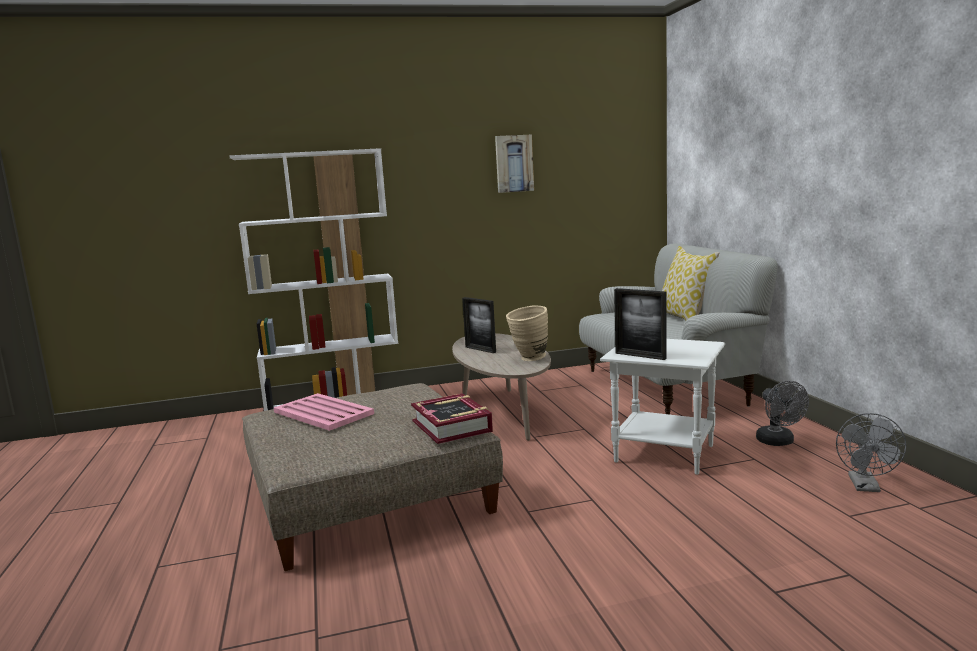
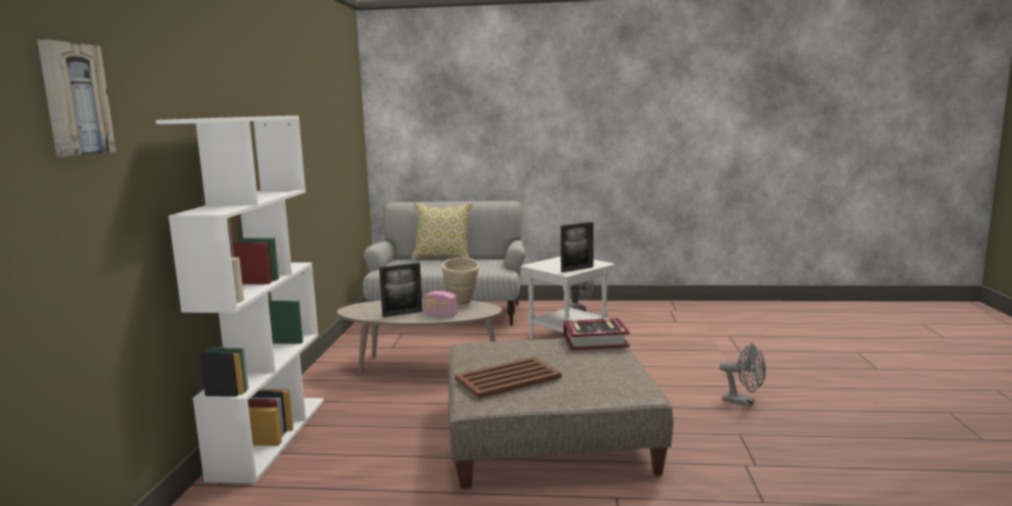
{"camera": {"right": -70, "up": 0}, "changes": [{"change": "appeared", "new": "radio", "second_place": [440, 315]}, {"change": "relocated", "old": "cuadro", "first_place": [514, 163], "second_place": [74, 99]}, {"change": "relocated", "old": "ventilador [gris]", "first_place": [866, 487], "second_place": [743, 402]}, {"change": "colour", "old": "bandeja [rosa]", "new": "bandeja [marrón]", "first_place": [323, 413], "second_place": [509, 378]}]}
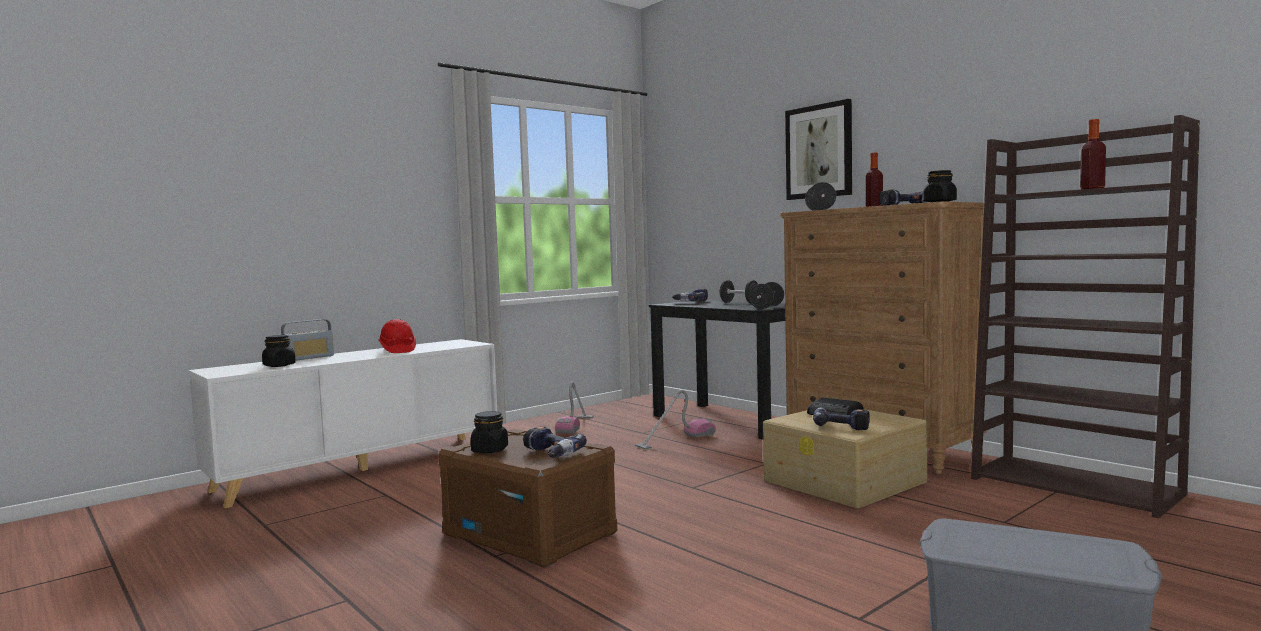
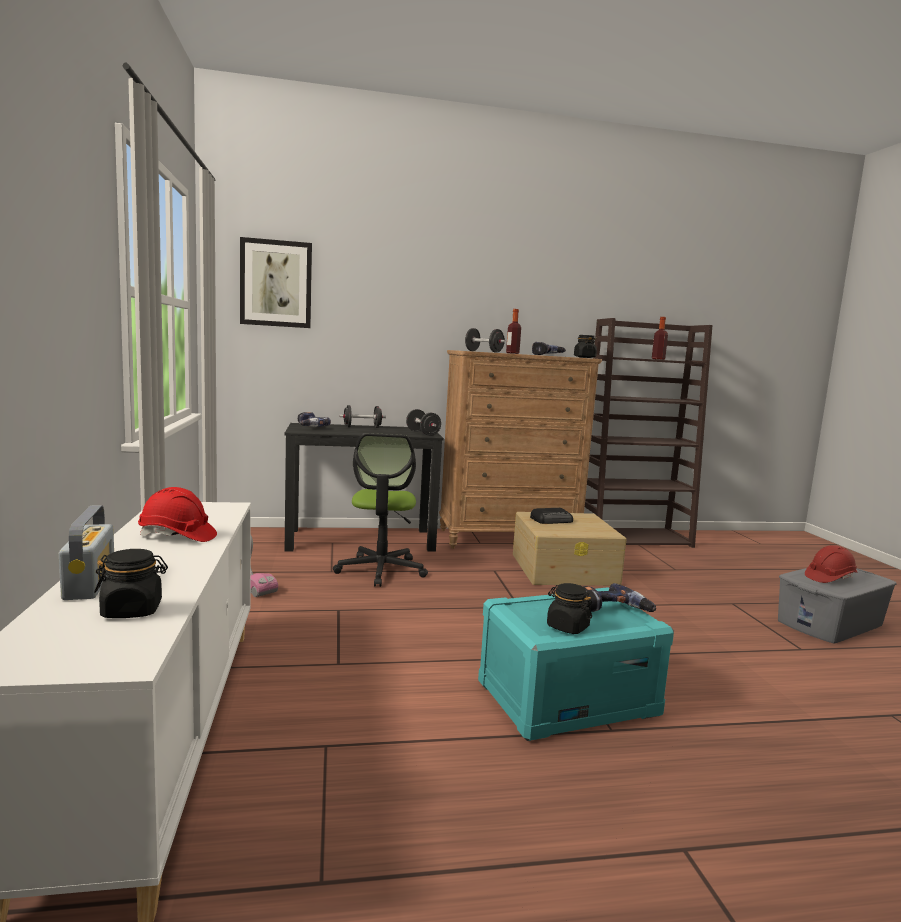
{"camera": {"right": -60, "up": 5}, "changes": [{"change": "missing", "old": "taladro", "first_place": [841, 425]}, {"change": "appeared", "new": "casco [rojo]", "second_place": [829, 578]}, {"change": "relocated", "old": "cuadro", "first_place": [819, 151], "second_place": [276, 283]}, {"change": "exchanged", "old": "aspiradora", "new": "silla de oficina", "first_place": [676, 440], "second_place": [381, 570]}, {"change": "colour", "old": "caja de almacenaje [marrón]", "new": "caja de almacenaje [turquesa]", "first_place": [531, 534], "second_place": [567, 698]}]}
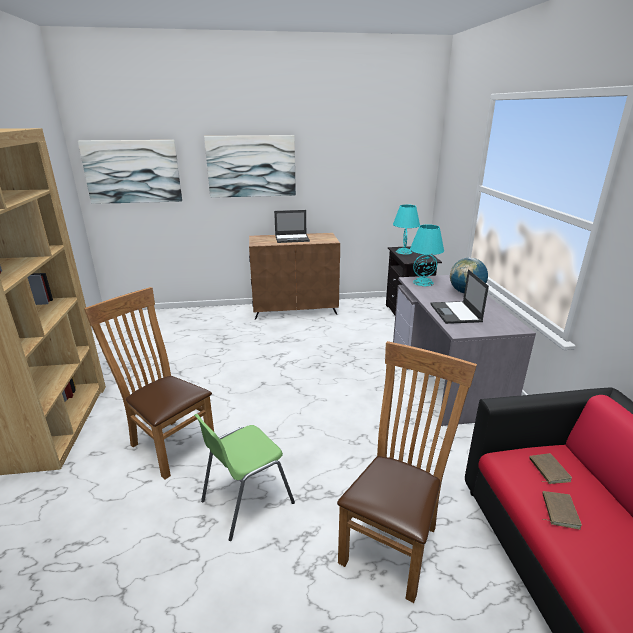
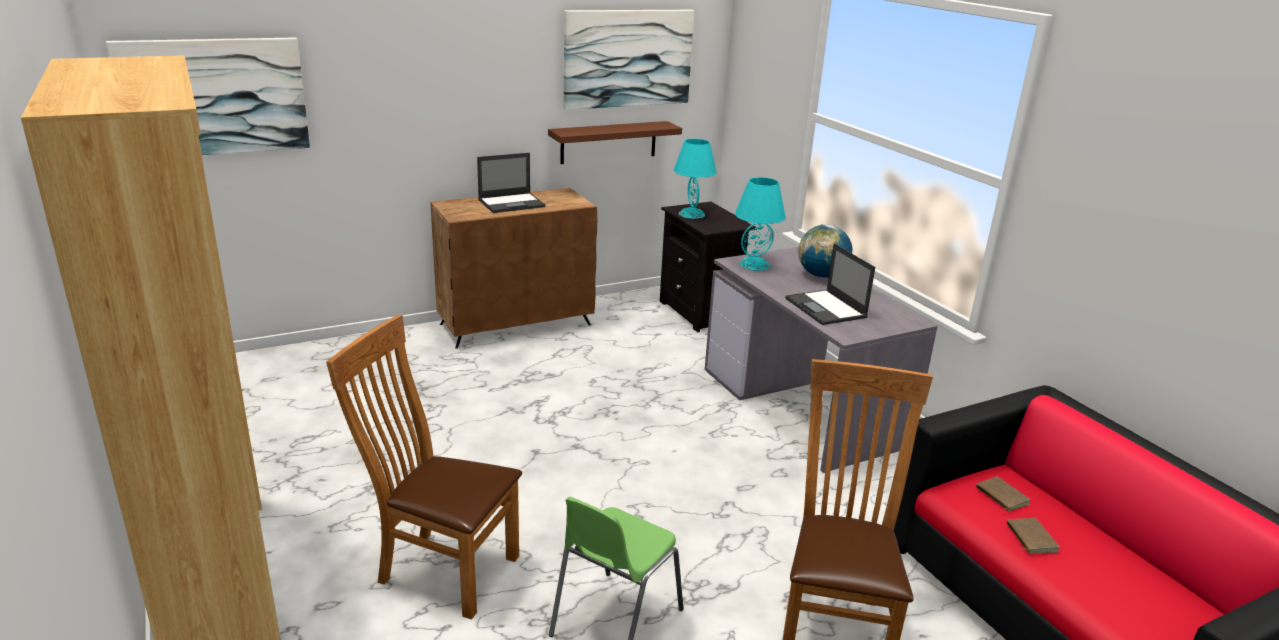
{"camera": {"right": -20, "up": 0}, "changes": [{"change": "appeared", "new": "estante [marrón]", "second_place": [608, 142]}, {"change": "relocated", "old": "cuadro", "first_place": [251, 166], "second_place": [628, 58]}]}
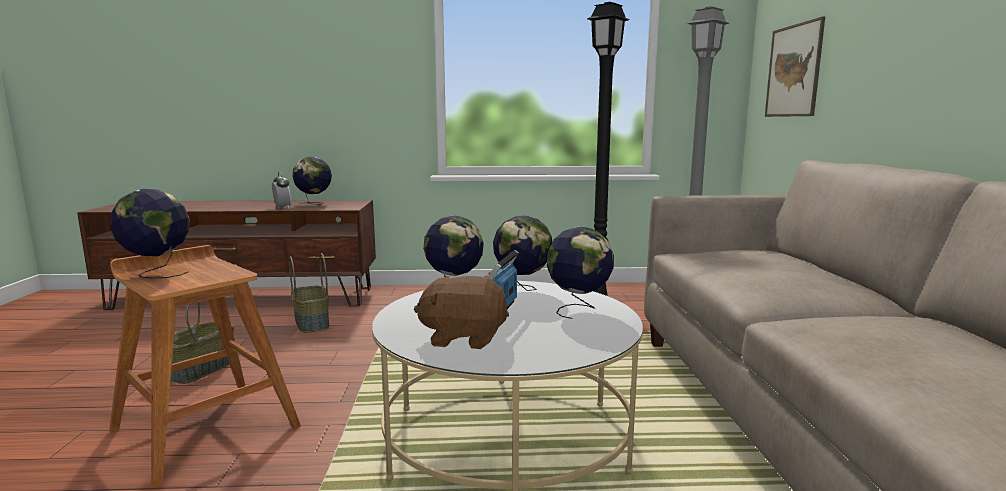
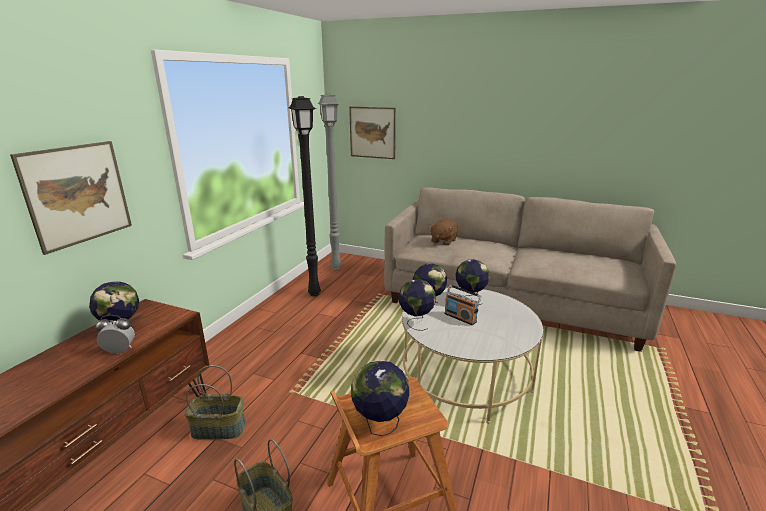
{"camera": {"right": -65, "up": 10}, "changes": [{"change": "appeared", "new": "cuadro", "second_place": [78, 194]}, {"change": "relocated", "old": "peluche [marrón]", "first_place": [464, 338], "second_place": [443, 241]}]}
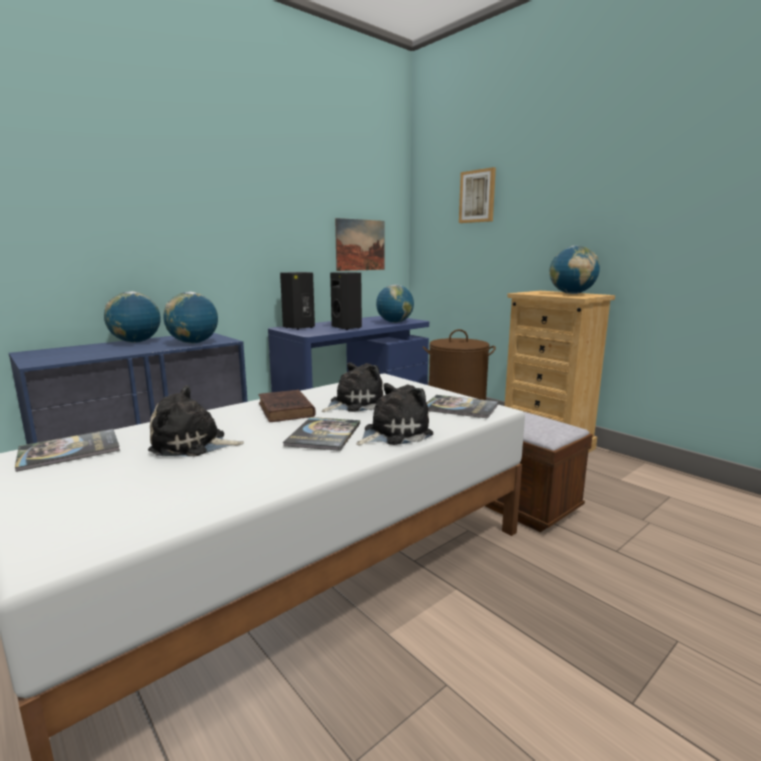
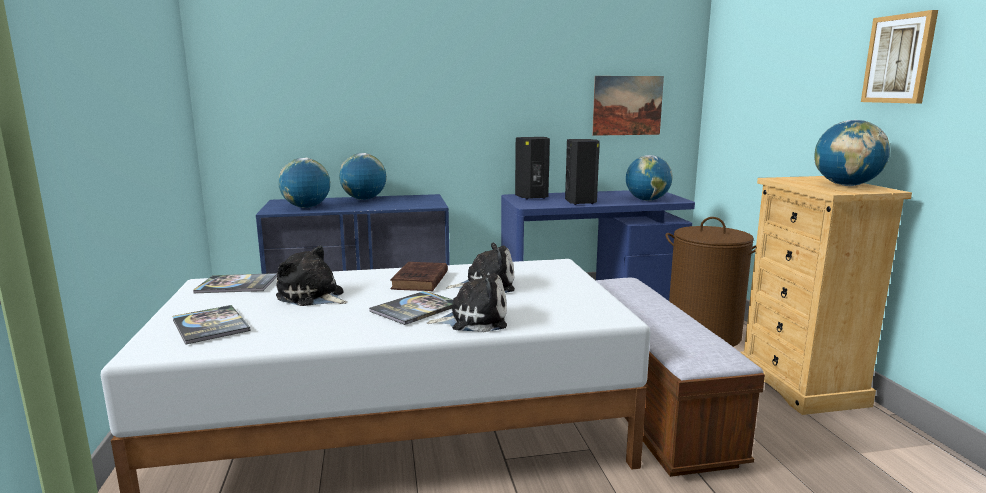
{"camera": {"right": 30, "up": 0}, "changes": [{"change": "relocated", "old": "globo terráqueo", "first_place": [193, 343], "second_place": [306, 207]}, {"change": "relocated", "old": "libro", "first_place": [460, 407], "second_place": [210, 325]}, {"change": "relocated", "old": "cuadro", "first_place": [477, 196], "second_place": [899, 59]}]}
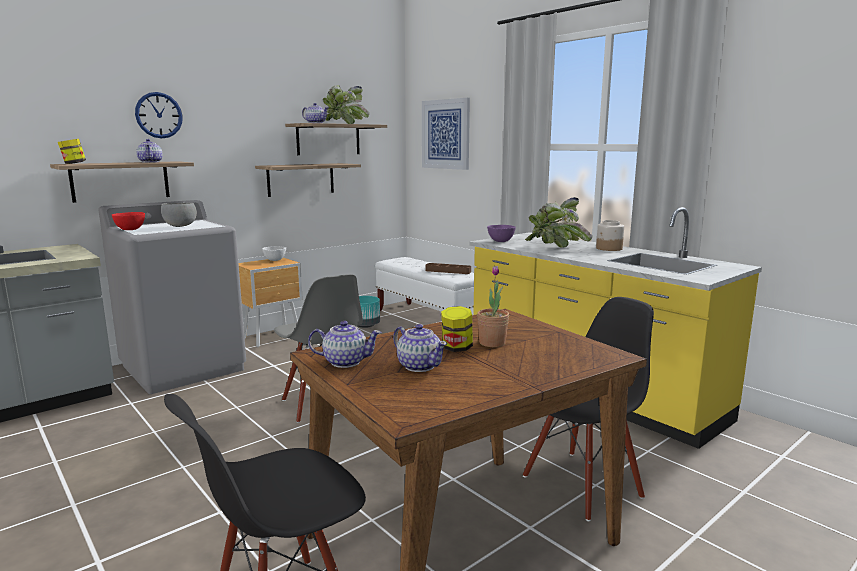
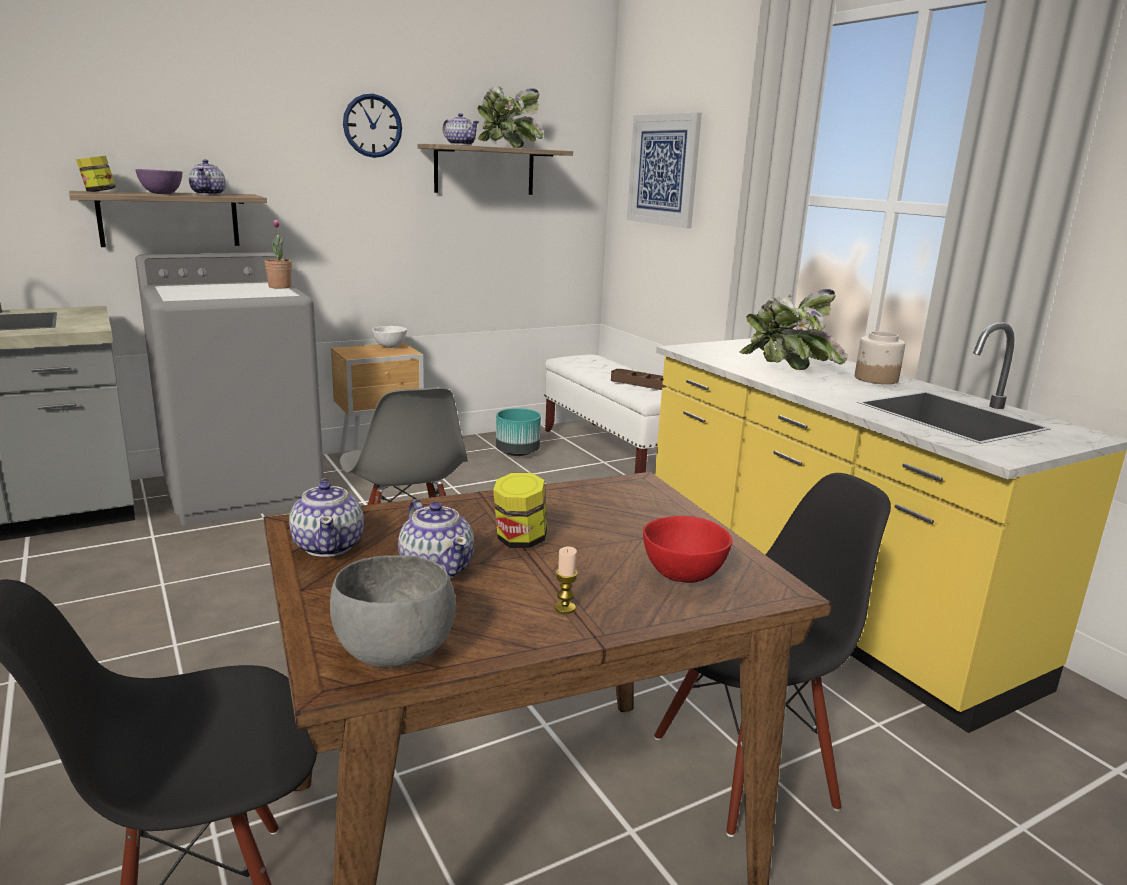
{"camera": {"right": 10, "up": 5}, "changes": [{"change": "missing", "old": "estante", "first_place": [301, 179]}, {"change": "appeared", "new": "vela", "second_place": [565, 608]}, {"change": "relocated", "old": "cuenco [rojo]", "first_place": [130, 230], "second_place": [684, 577]}, {"change": "relocated", "old": "reloj de pared", "first_place": [159, 115], "second_place": [372, 126]}, {"change": "relocated", "old": "cuenco [gris]", "first_place": [179, 226], "second_place": [392, 653]}, {"change": "relocated", "old": "planta en maceta", "first_place": [492, 343], "second_place": [280, 287]}, {"change": "relocated", "old": "cuenco [morado]", "first_place": [500, 241], "second_place": [160, 194]}, {"change": "spun", "old": "tetera", "first_place": [345, 362], "second_place": [329, 545], "degrees": 60}]}
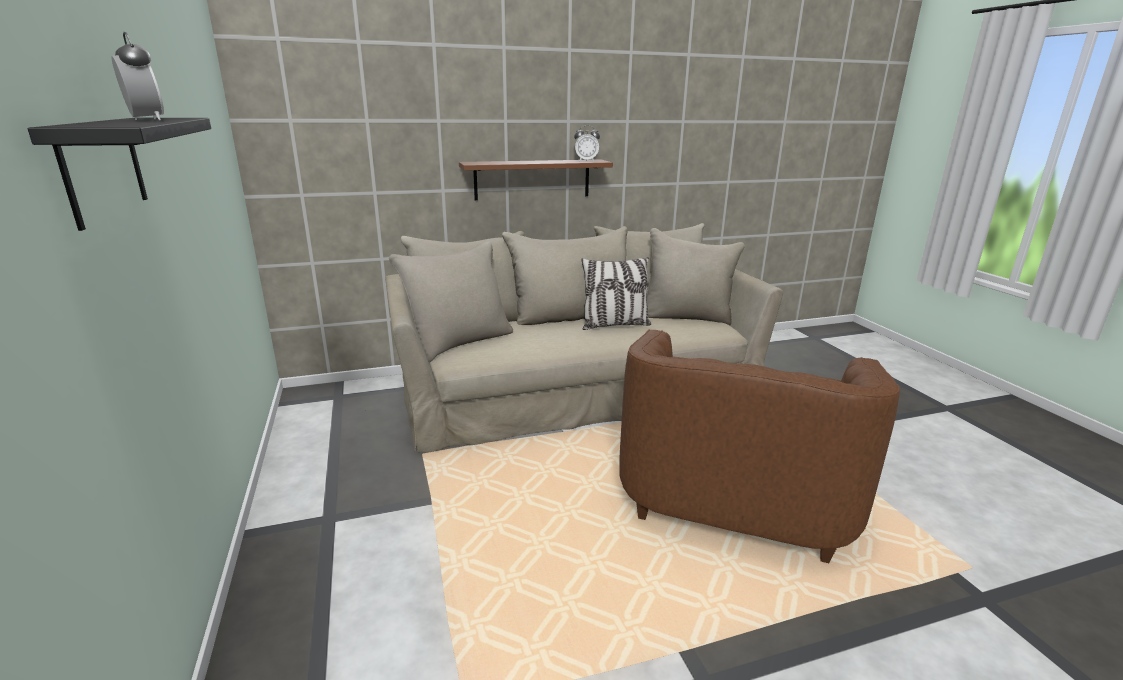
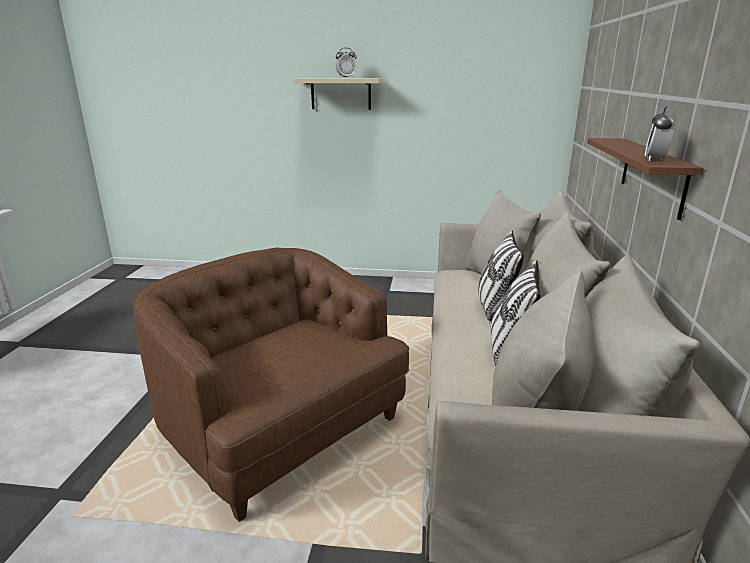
{"camera": {"right": 115, "up": 0}, "changes": [{"change": "appeared", "new": "cojín", "second_place": [494, 307]}, {"change": "colour", "old": "estante [negro]", "new": "estante [beis]", "first_place": [103, 168], "second_place": [341, 93]}]}
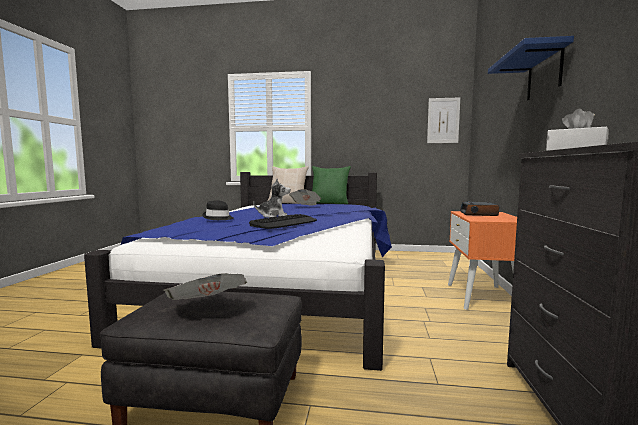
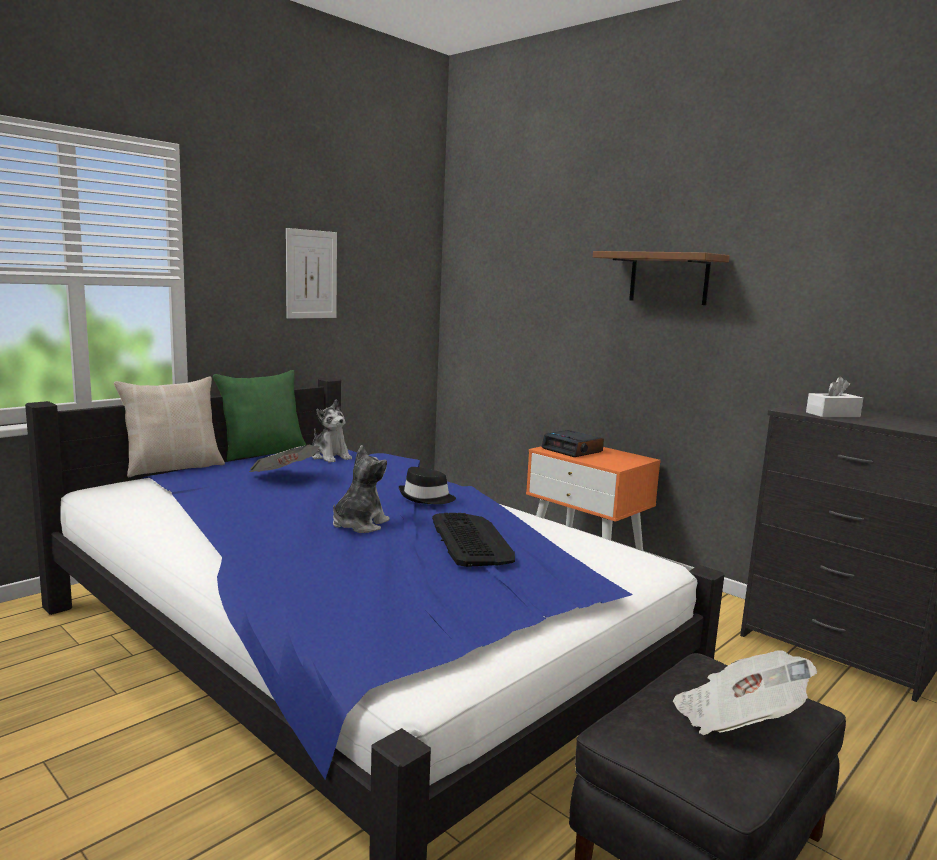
{"camera": {"right": -55, "up": 5}, "changes": [{"change": "appeared", "new": "peluche", "second_place": [330, 457]}, {"change": "relocated", "old": "sombrero [negro]", "first_place": [218, 218], "second_place": [426, 498]}, {"change": "relocated", "old": "cuadro", "first_place": [443, 120], "second_place": [311, 274]}, {"change": "colour", "old": "estante [azul]", "new": "estante [marrón]", "first_place": [544, 73], "second_place": [669, 278]}]}
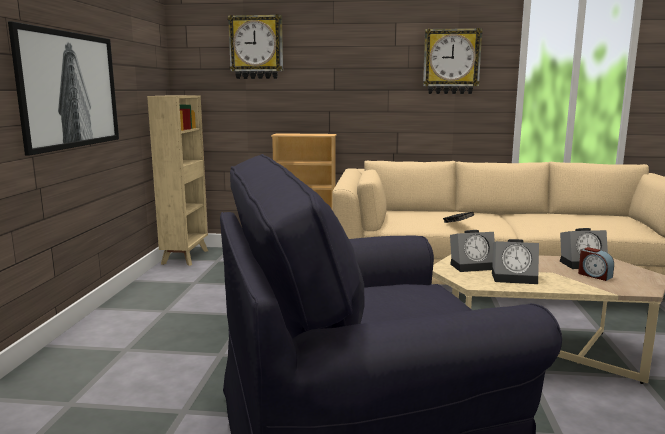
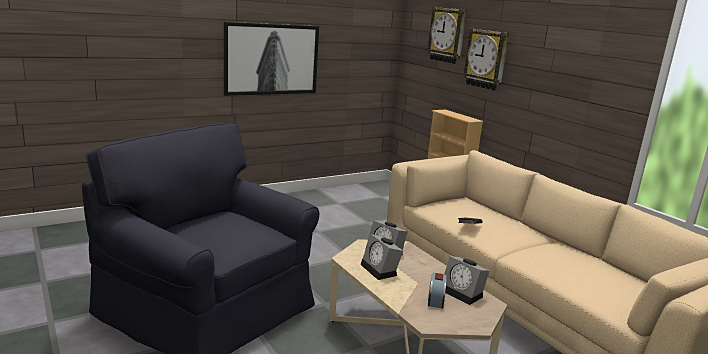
{"camera": {"right": 50, "up": 5}, "changes": [{"change": "missing", "old": "estantería [beis]", "first_place": [186, 257]}, {"change": "relocated", "old": "reloj de pared", "first_place": [451, 61], "second_place": [486, 59]}]}
